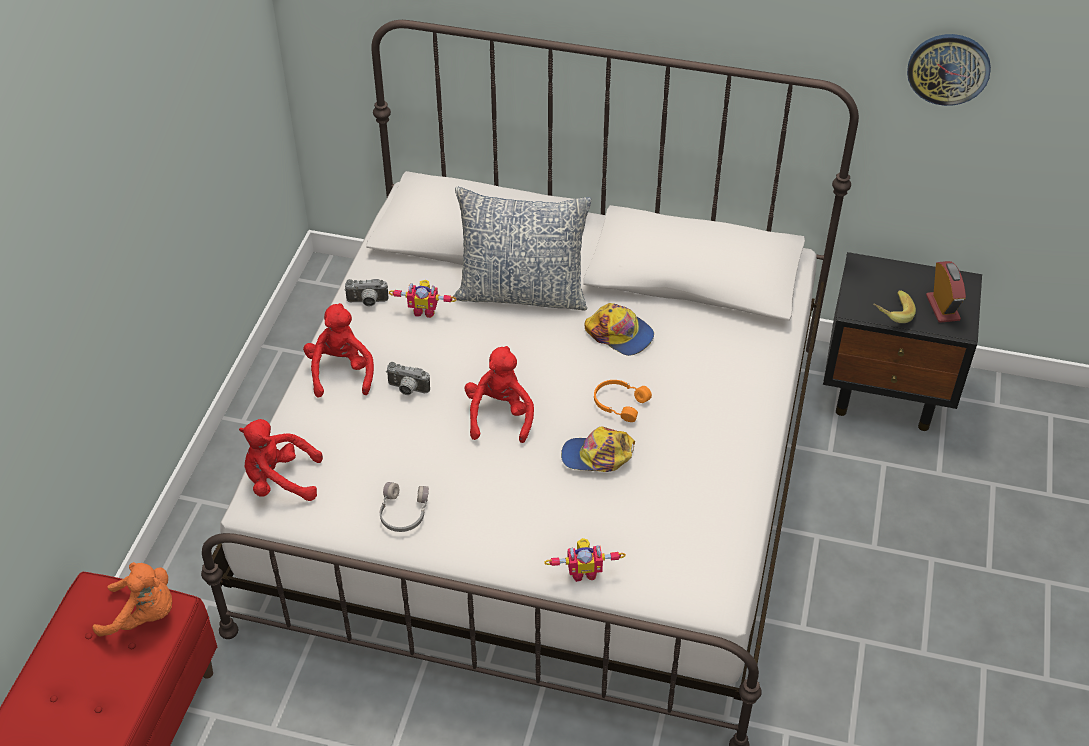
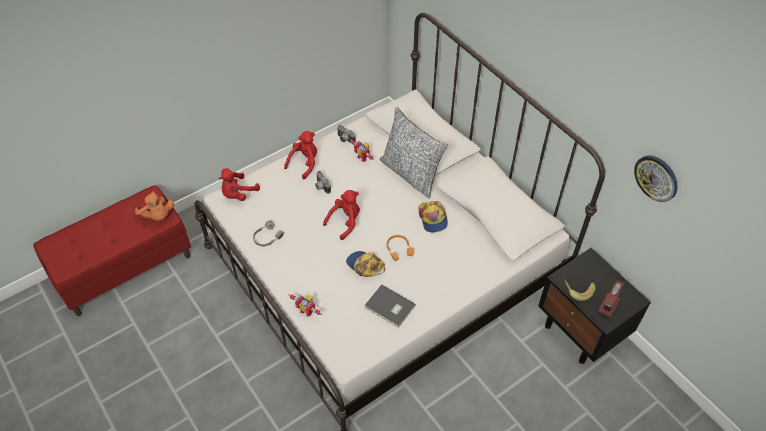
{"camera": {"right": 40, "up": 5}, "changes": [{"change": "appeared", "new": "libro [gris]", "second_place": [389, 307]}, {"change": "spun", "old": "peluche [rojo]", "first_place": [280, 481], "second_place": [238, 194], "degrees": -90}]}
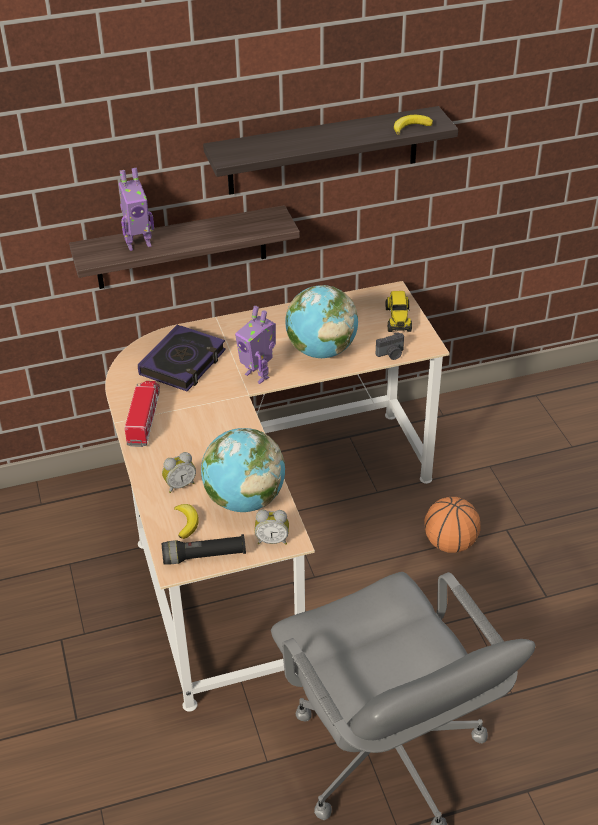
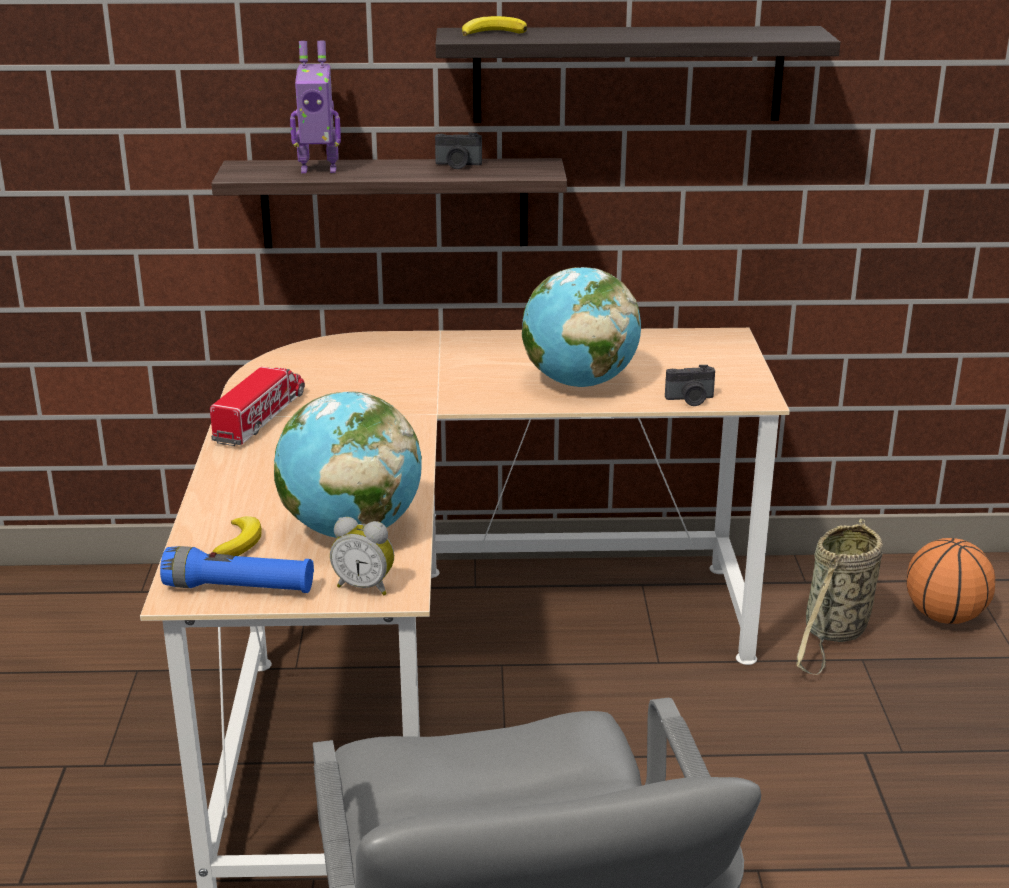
{"camera": {"right": 15, "up": -15}, "changes": [{"change": "missing", "old": "libro", "first_place": [183, 363]}, {"change": "missing", "old": "despertador", "first_place": [179, 485]}, {"change": "missing", "old": "robot de juguete", "first_place": [258, 375]}, {"change": "missing", "old": "camión de juguete", "first_place": [398, 319]}, {"change": "appeared", "new": "cámara", "second_place": [458, 165]}, {"change": "appeared", "new": "cesta", "second_place": [834, 632]}, {"change": "relocated", "old": "plátano", "first_place": [411, 127], "second_place": [493, 32]}, {"change": "relocated", "old": "balón de baloncesto", "first_place": [450, 543], "second_place": [944, 616]}, {"change": "colour", "old": "linterna [negro]", "new": "linterna [azul]", "first_place": [204, 556], "second_place": [239, 588]}]}
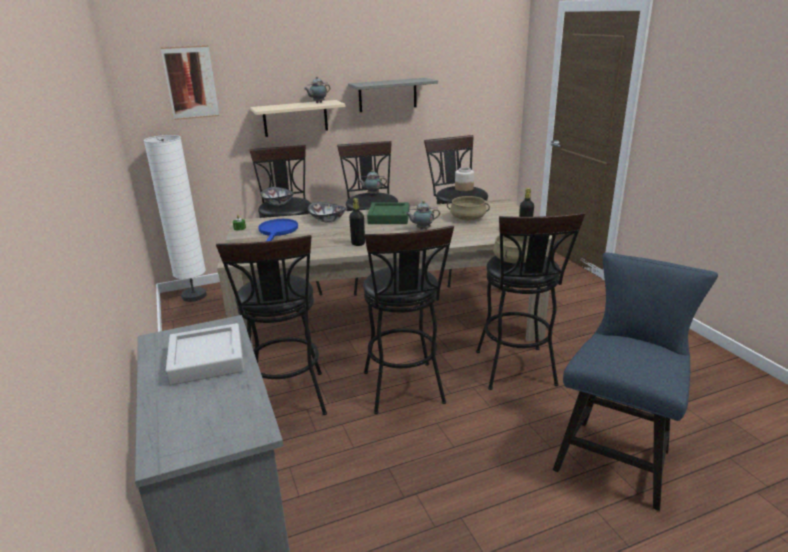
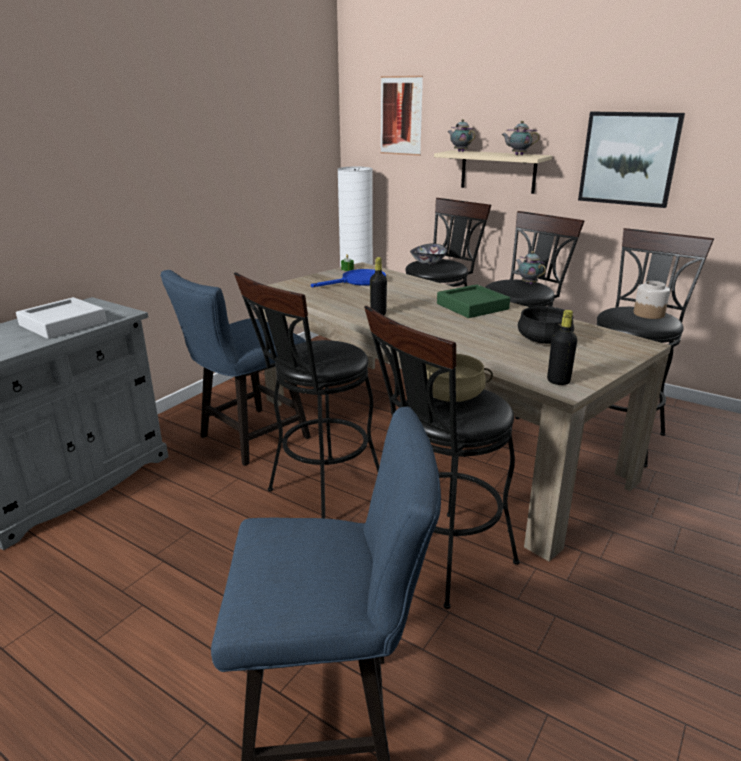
{"camera": {"right": 55, "up": 0}, "changes": [{"change": "missing", "old": "cuenco", "first_place": [328, 220]}, {"change": "relocated", "old": "tetera", "first_place": [422, 229], "second_place": [460, 151]}, {"change": "exchanged", "old": "taburete [negro]", "new": "silla [azul]", "first_place": [289, 402], "second_place": [247, 439]}, {"change": "exchanged", "old": "estante [gris]", "new": "cuadro", "first_place": [387, 95], "second_place": [629, 159]}, {"change": "colour", "old": "olla [beis]", "new": "olla [negro]", "first_place": [467, 218], "second_place": [543, 340]}]}
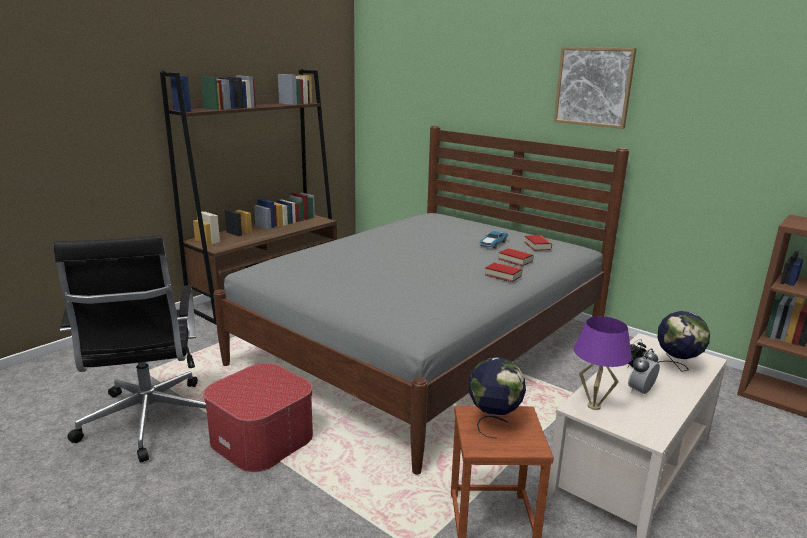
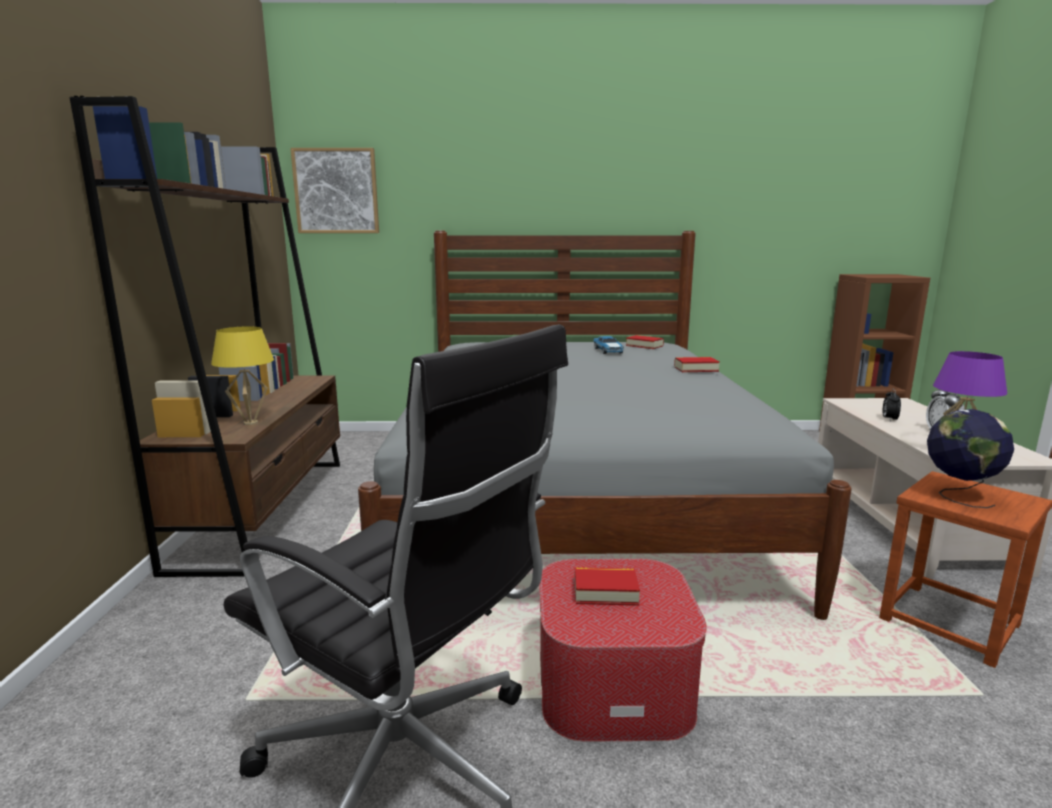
{"camera": {"right": -40, "up": -5}, "changes": [{"change": "missing", "old": "globo terráqueo", "first_place": [676, 367]}, {"change": "appeared", "new": "lámpara de mesa [amarillo]", "second_place": [251, 423]}, {"change": "relocated", "old": "libro", "first_place": [515, 260], "second_place": [605, 592]}, {"change": "relocated", "old": "cuadro", "first_place": [593, 87], "second_place": [336, 191]}]}
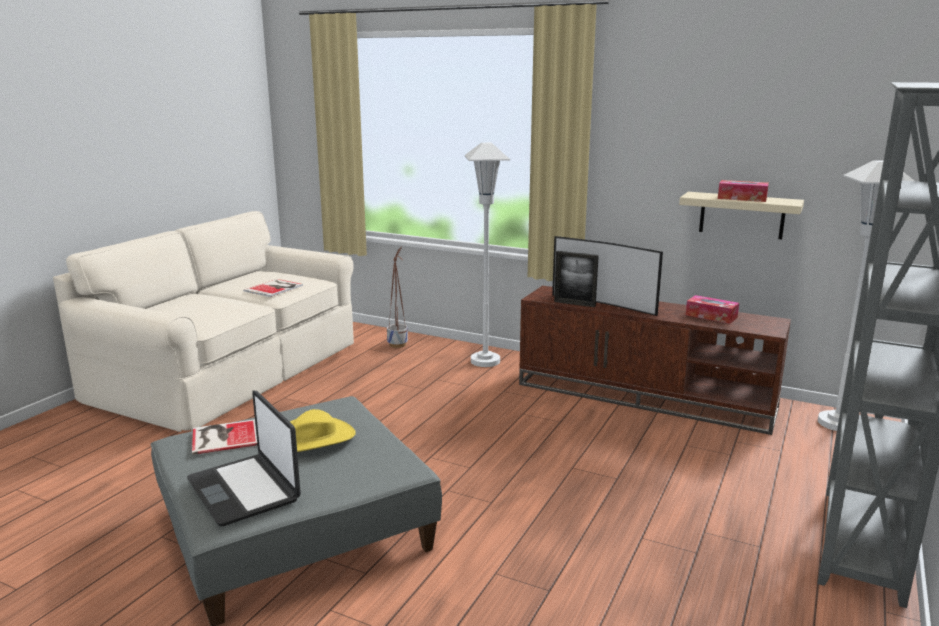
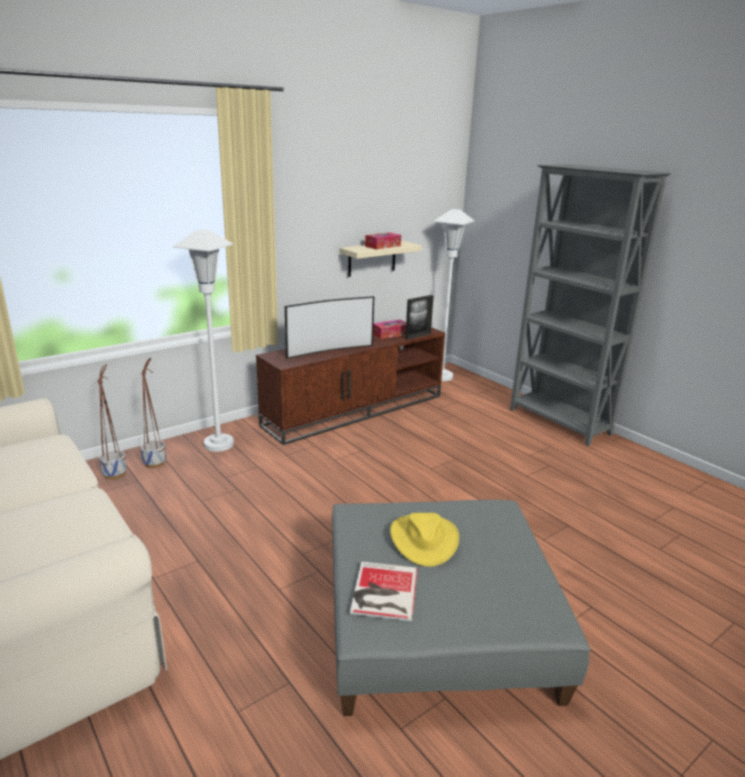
{"camera": {"right": -65, "up": 5}, "changes": [{"change": "missing", "old": "portátil", "first_place": [244, 490]}, {"change": "missing", "old": "libro", "first_place": [275, 288]}, {"change": "appeared", "new": "maceta", "second_place": [154, 463]}, {"change": "relocated", "old": "portarretratos", "first_place": [574, 304], "second_place": [418, 336]}]}
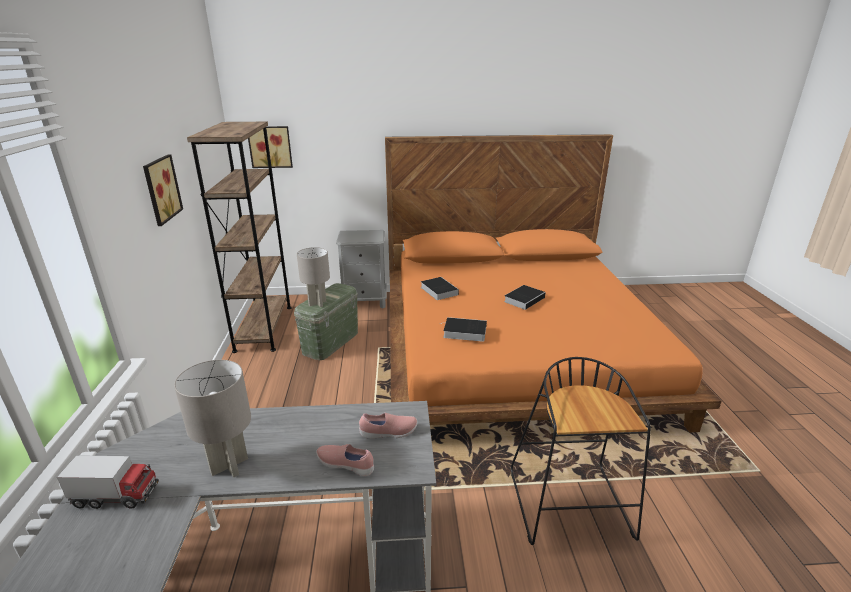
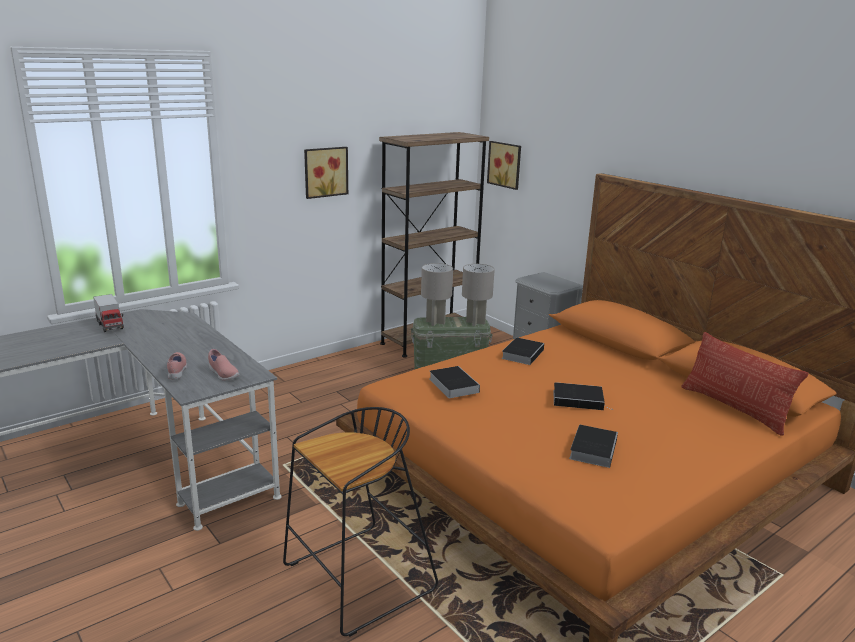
{"camera": {"right": 55, "up": -5}, "changes": [{"change": "appeared", "new": "libro", "second_place": [593, 448]}, {"change": "appeared", "new": "cojín", "second_place": [734, 408]}, {"change": "relocated", "old": "lámpara de mesa [gris]", "first_place": [229, 466], "second_place": [475, 323]}]}
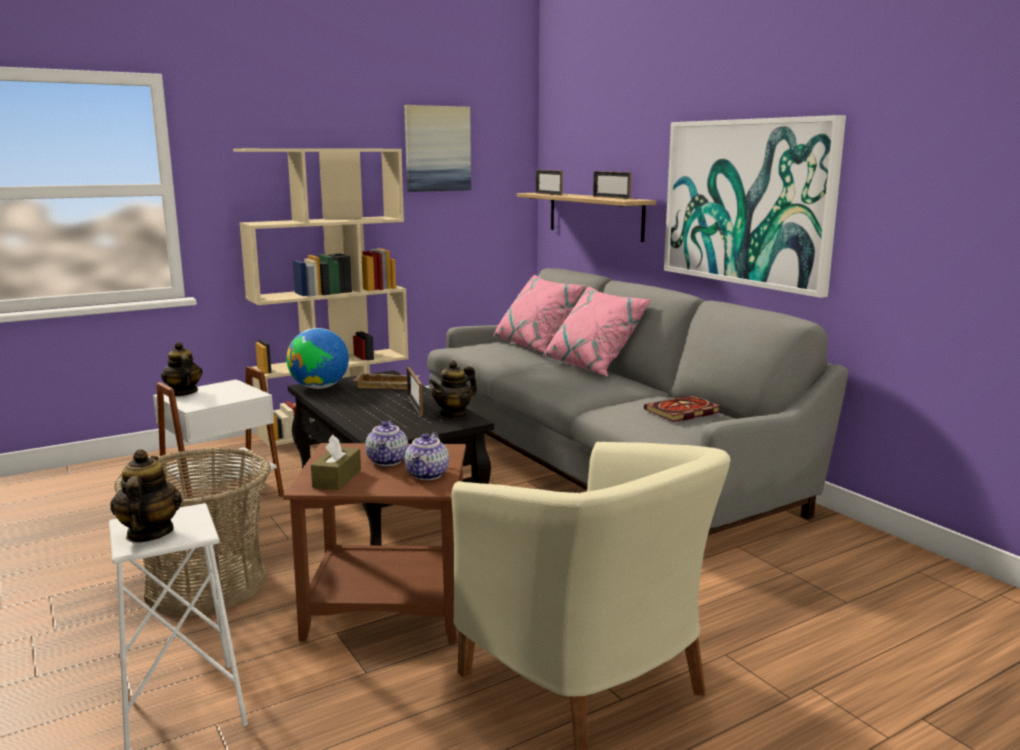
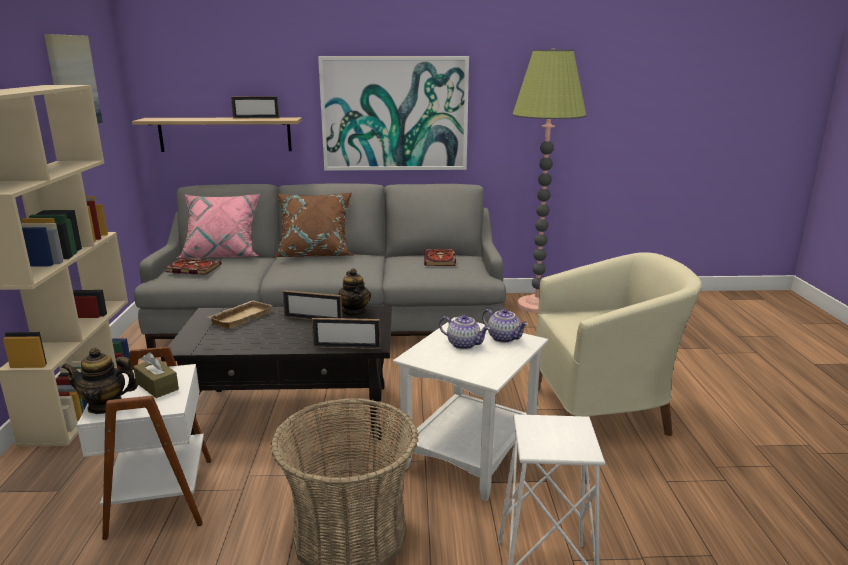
{"camera": {"right": -60, "up": 5}, "changes": [{"change": "missing", "old": "tetera", "first_place": [149, 533]}, {"change": "missing", "old": "globo terráqueo", "first_place": [320, 387]}, {"change": "appeared", "new": "libro", "second_place": [191, 269]}, {"change": "appeared", "new": "lámpara de pie", "second_place": [536, 305]}, {"change": "relocated", "old": "caja de pañuelos [marrón]", "first_place": [337, 478], "second_place": [157, 386]}, {"change": "relocated", "old": "portarretratos", "first_place": [548, 194], "second_place": [347, 347]}, {"change": "colour", "old": "mesa auxiliar [marrón]", "new": "mesa auxiliar [blanco]", "first_place": [388, 607], "second_place": [468, 453]}, {"change": "colour", "old": "cojín [rosa]", "new": "cojín [marrón]", "first_place": [593, 367], "second_place": [315, 254]}]}
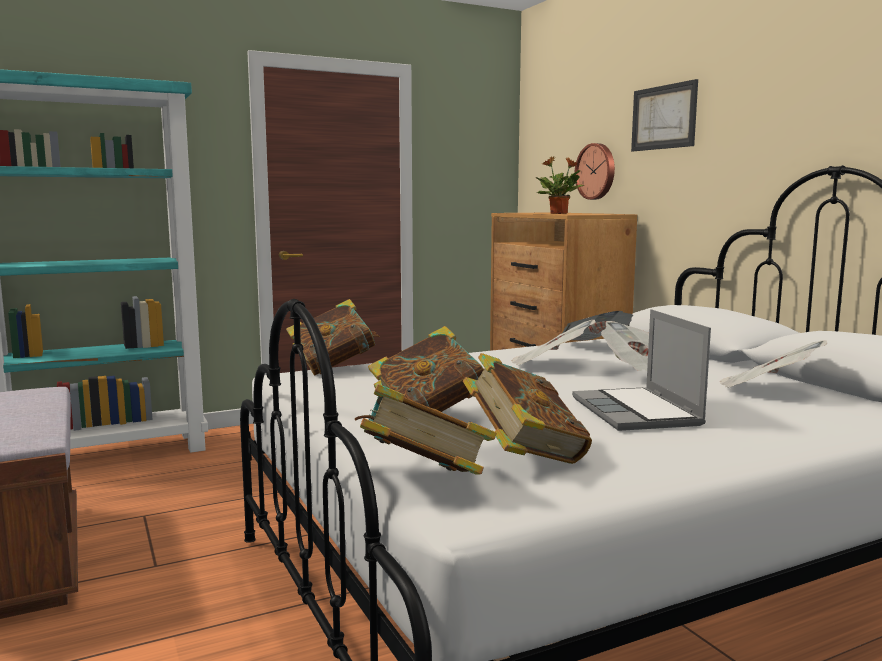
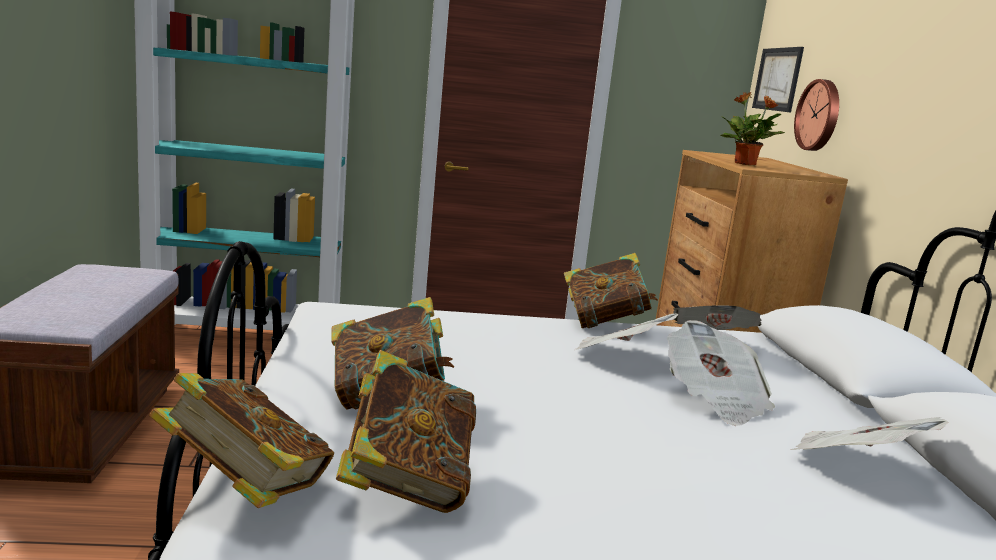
{"camera": {"right": 20, "up": 5}, "changes": [{"change": "missing", "old": "portátil", "first_place": [637, 412]}, {"change": "relocated", "old": "libro", "first_place": [333, 368], "second_place": [604, 323]}, {"change": "relocated", "old": "cuadro", "first_place": [664, 117], "second_place": [777, 79]}]}
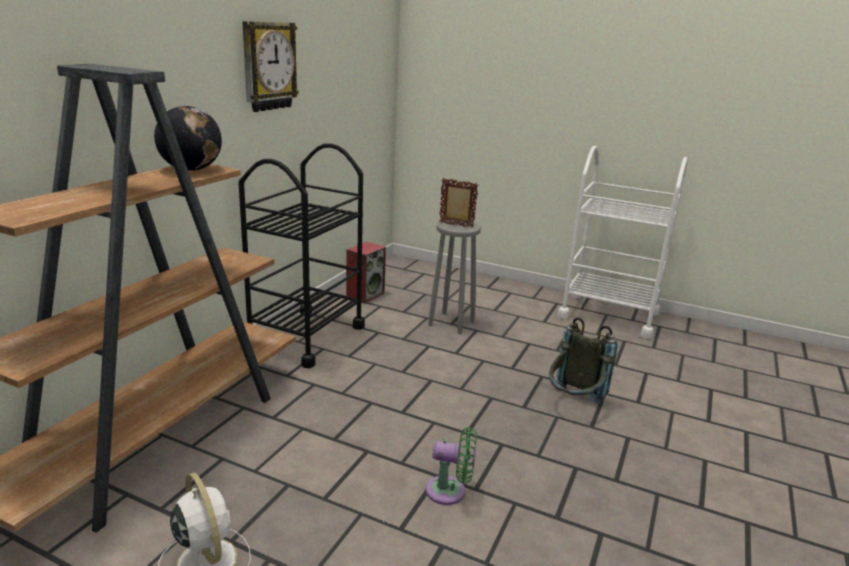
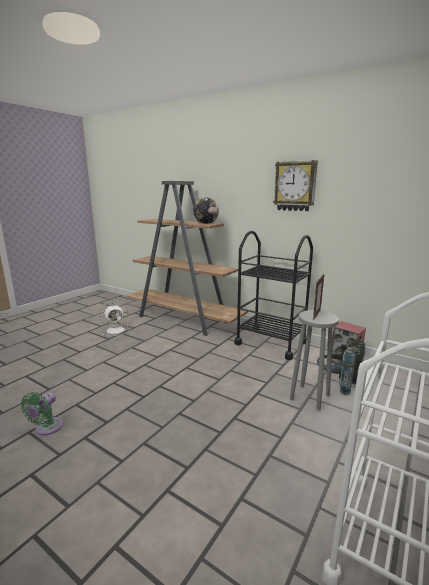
{"camera": {"right": 100, "up": -5}, "changes": [{"change": "relocated", "old": "ventilador [verde]", "first_place": [450, 491], "second_place": [47, 428]}, {"change": "relocated", "old": "mochila [gris]", "first_place": [573, 403], "second_place": [336, 383]}]}
